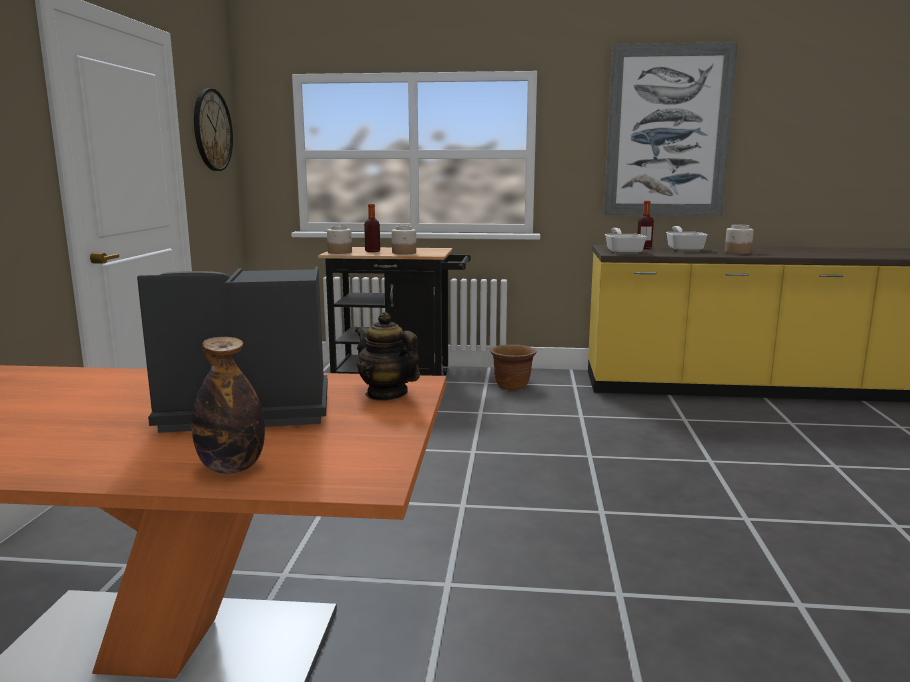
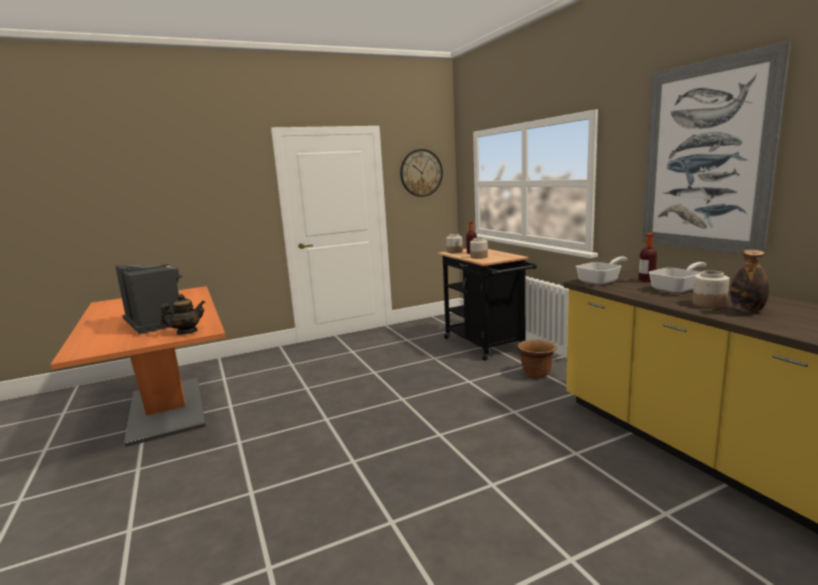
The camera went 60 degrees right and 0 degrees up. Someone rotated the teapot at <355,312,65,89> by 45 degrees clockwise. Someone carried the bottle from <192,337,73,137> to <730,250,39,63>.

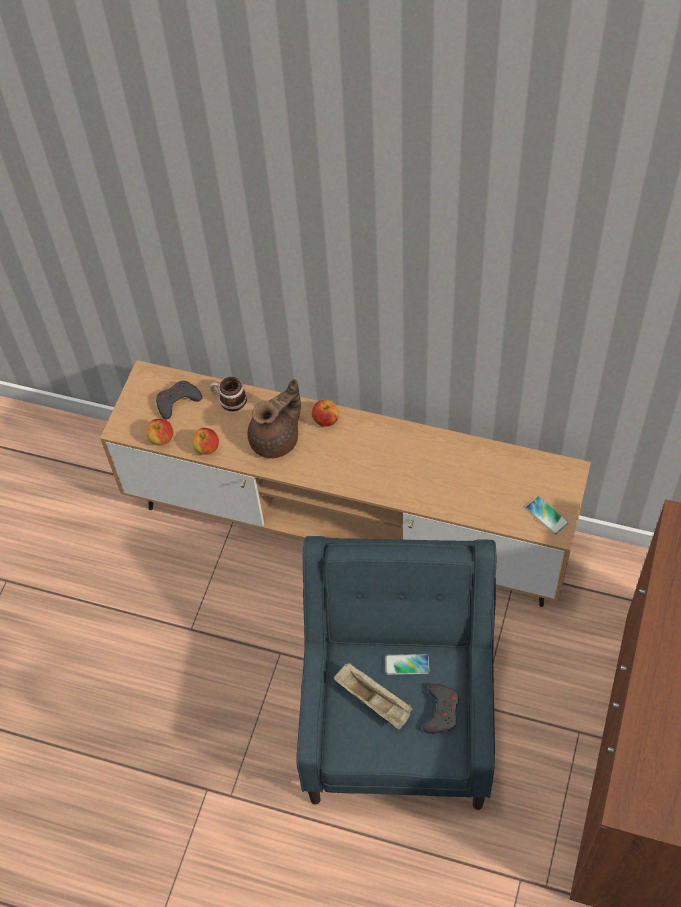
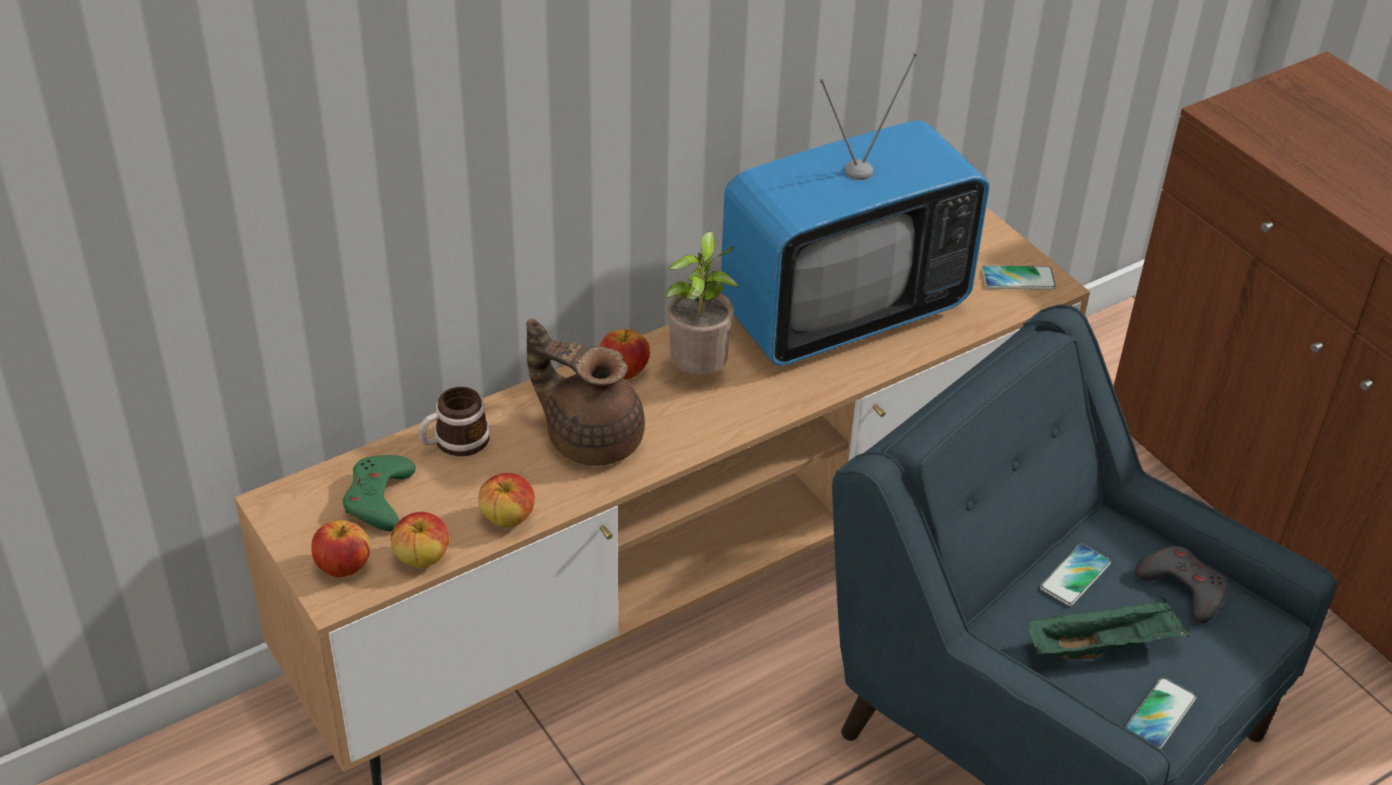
The camera went 55 degrees left and 15 degrees down. Someone rotated the teapot (brown) at <248,379,53,79> by 60 degrees counterclockwise. Someone repainted the game controller (grey) at <156,381,46,39>, which became the game controller (green) at <343,455,73,76>. Someone repainted the tray (beige) at <334,663,78,66>, which became the tray (green) at <1027,597,162,62>. Someone put down the television at <721,53,269,313>. Someone put down the potted plant at <666,231,73,144>. Someone put down the apple at <311,520,59,58>. Someone put down the phone at <1125,677,71,72>.

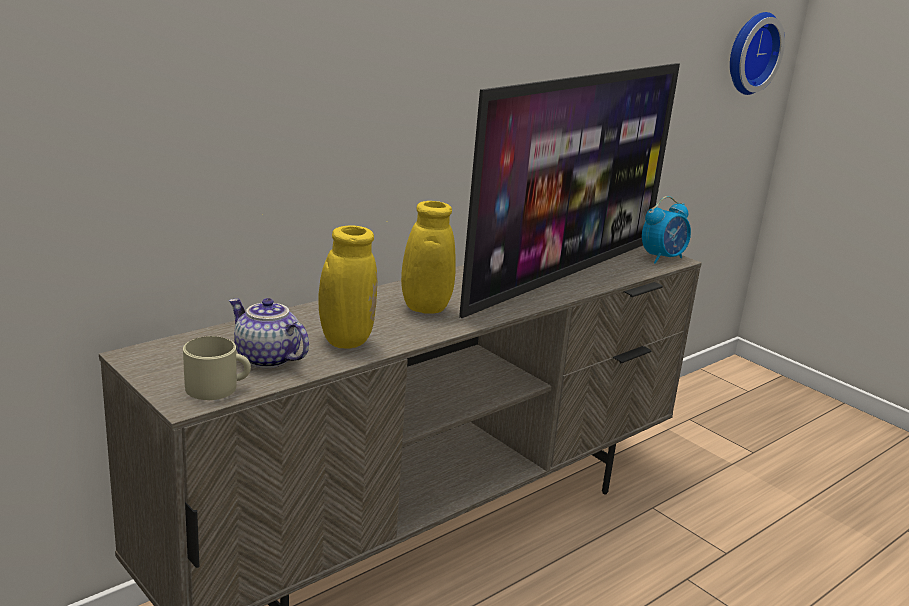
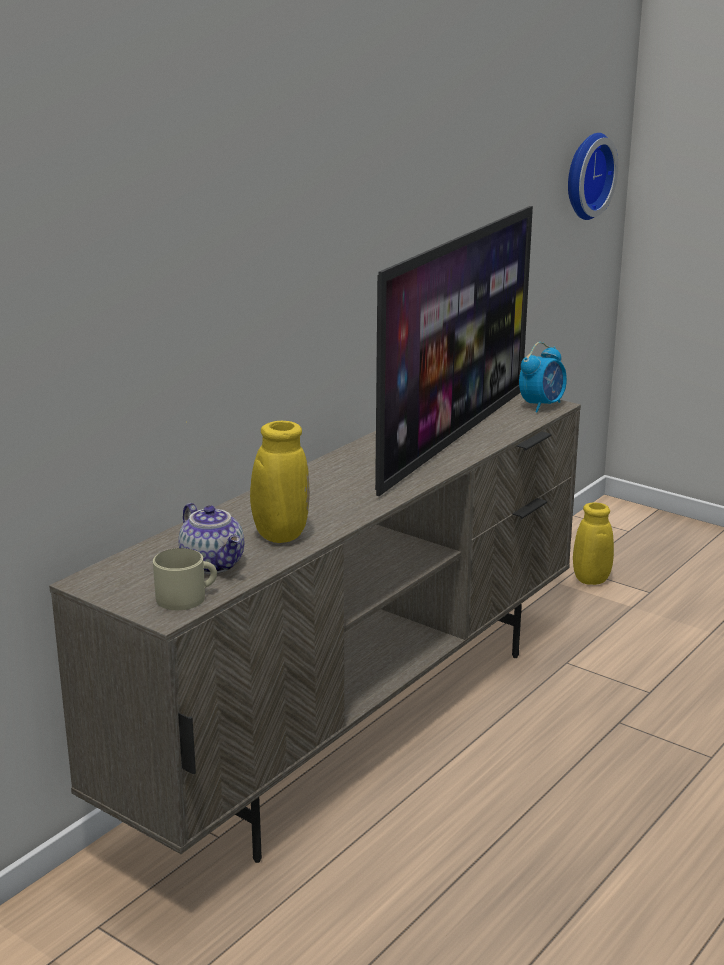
The camera went 10 degrees left and 0 degrees up. Someone carried the vase (yellow) from <386,201,70,113> to <573,502,41,83>. Someone rotated the teapot at <229,298,80,70> by 150 degrees counterclockwise.

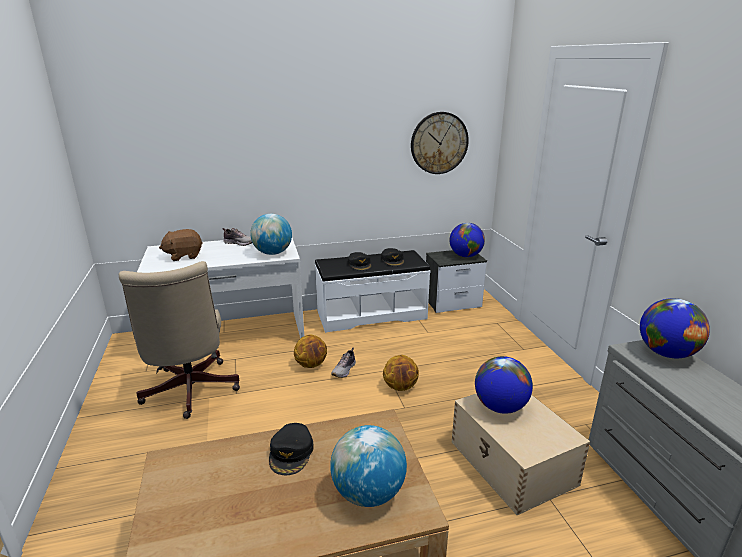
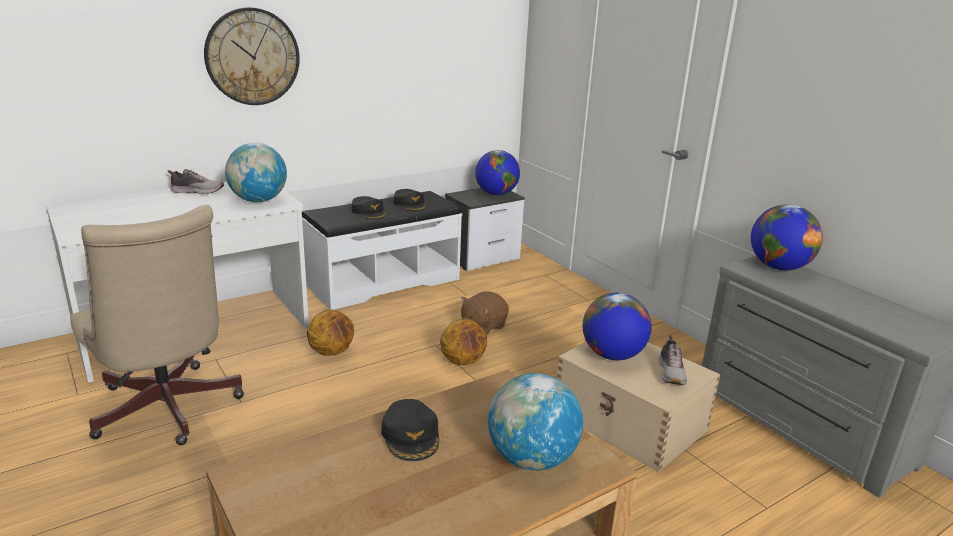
The camera went 20 degrees left and 0 degrees up. Someone carried the wall clock from <411,112,58,62> to <204,7,96,98>. Someone carried the plush toy (brown) from <159,229,44,32> to <461,291,48,44>. Someone carried the shoe from <331,348,25,30> to <659,335,28,50>.

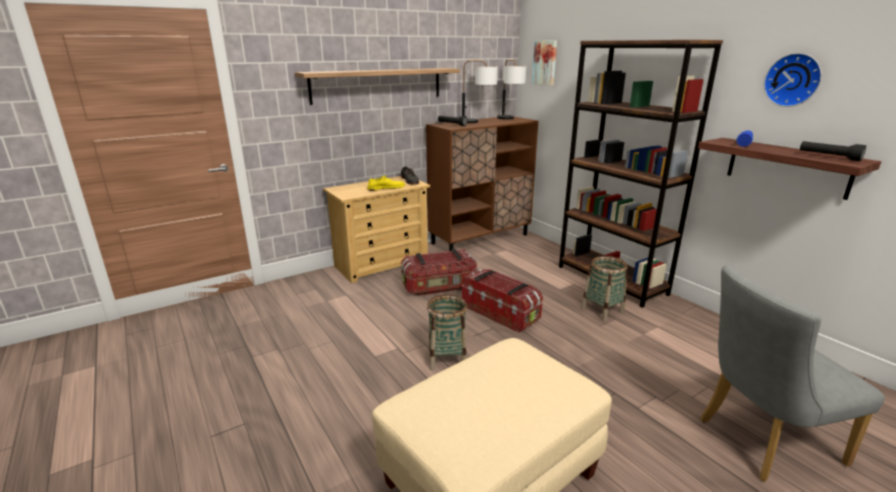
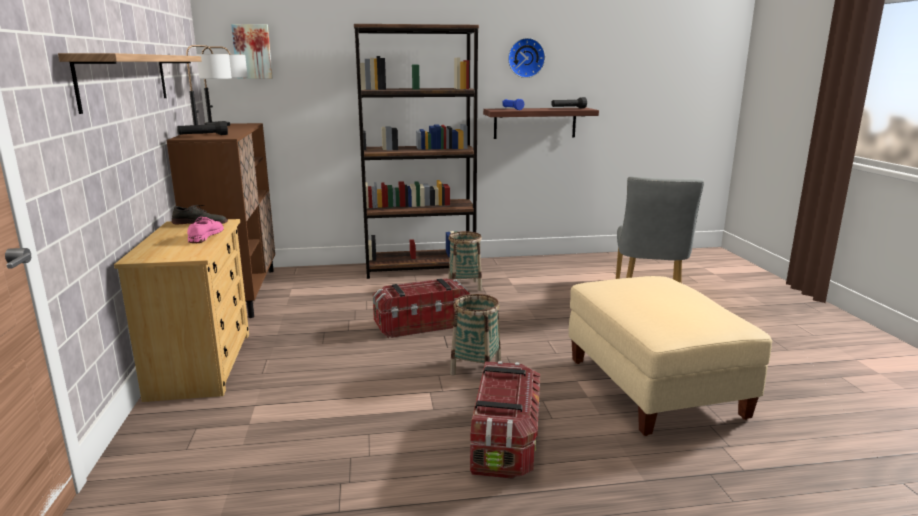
The camera went 65 degrees left and 5 degrees down. Someone repainted the shoe (yellow) at <367,176,38,15>, which became the shoe (pink) at <187,217,37,26>. Someone carried the storage box from <401,249,76,47> to <470,361,70,118>.

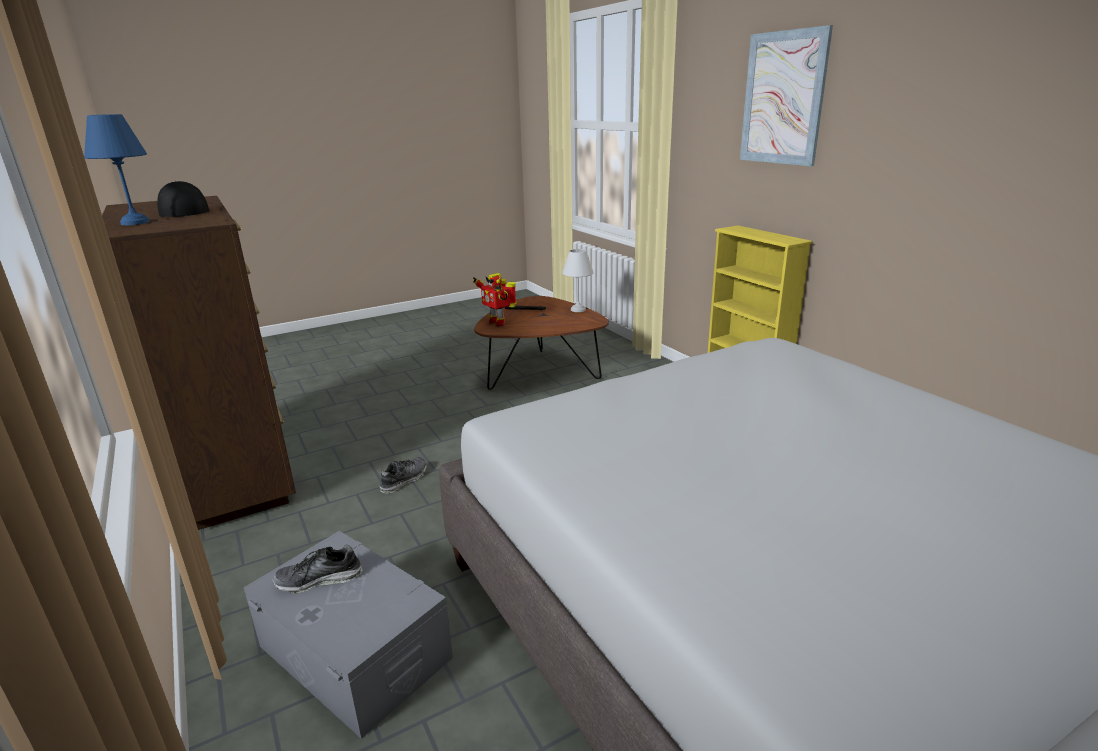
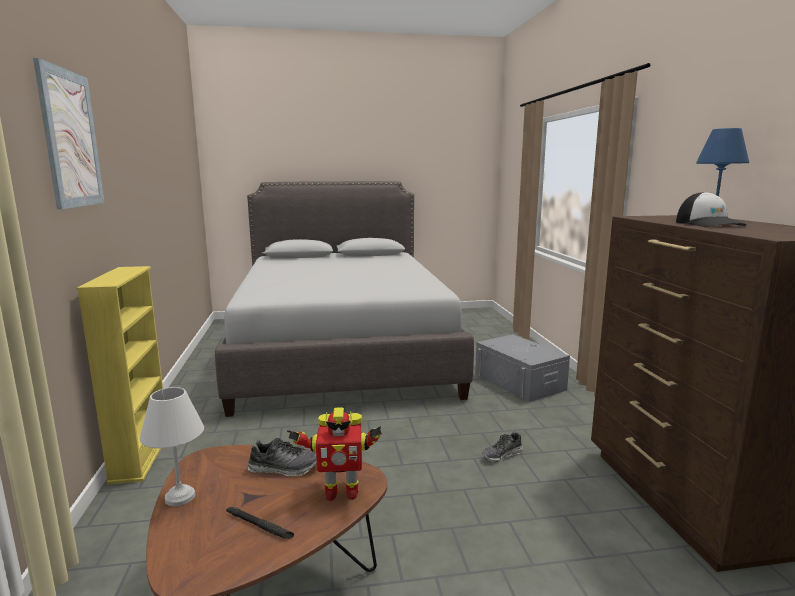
The camera went 160 degrees left and 10 degrees down. Someone rotated the toy robot at <473,273,43,54> by 105 degrees clockwise. Someone carried the shoe from <272,545,90,49> to <248,438,69,38>.

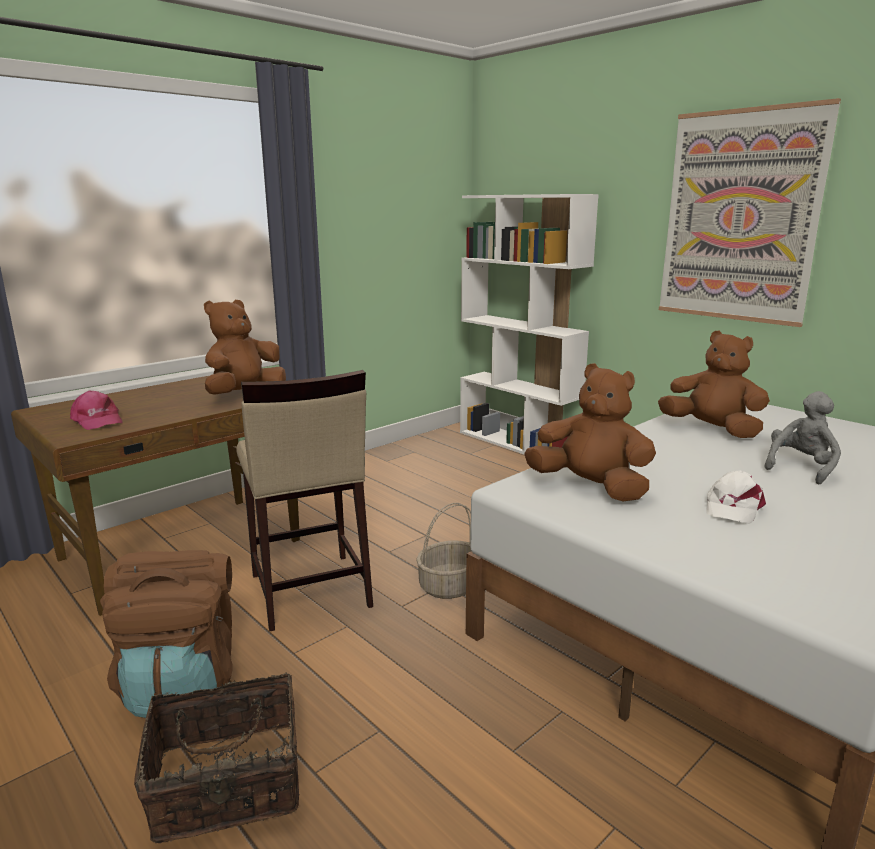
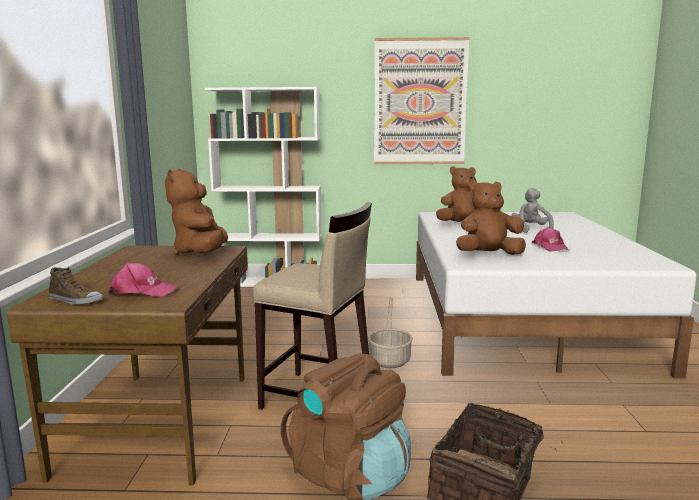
The camera went 45 degrees left and 5 degrees down. Someone repainted the cap (white) at <706,470,60,54>, which became the cap (pink) at <532,227,37,24>. Someone put down the shoe at <49,267,54,38>.

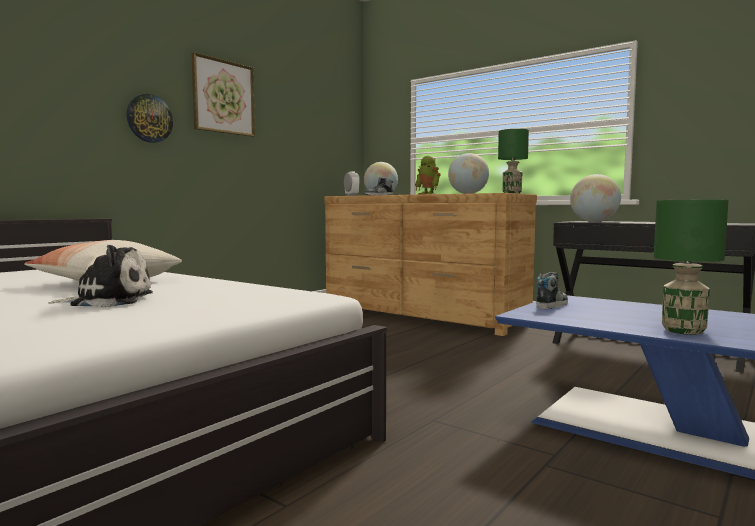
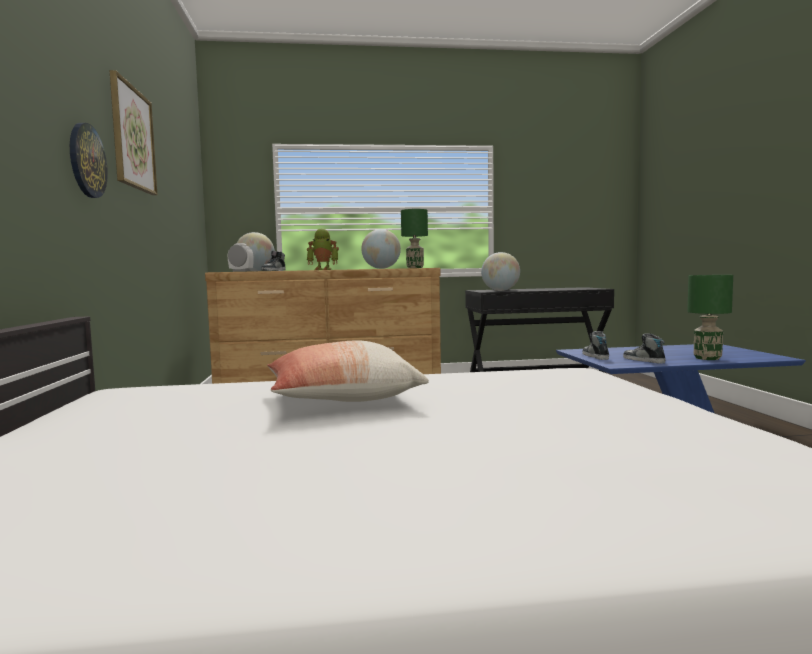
The camera went 45 degrees left and 0 degrees up. Someone took away the plush toy at <48,245,105,62>. Someone put down the shoe at <623,333,43,31>.

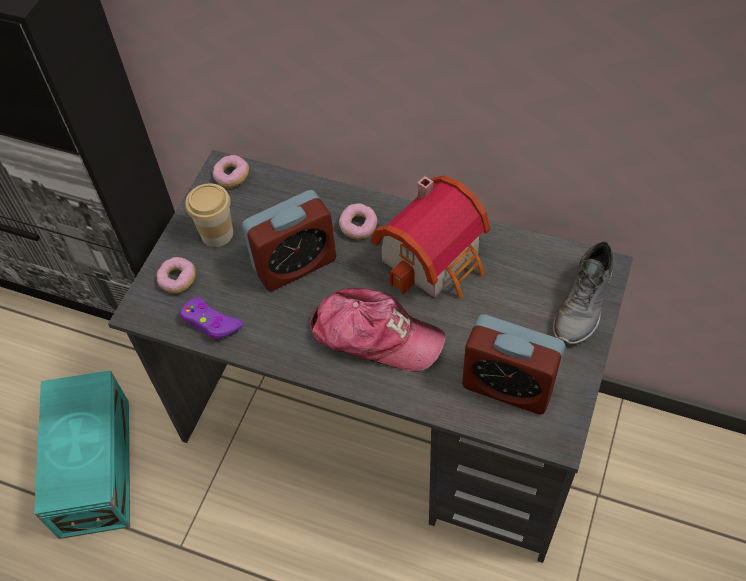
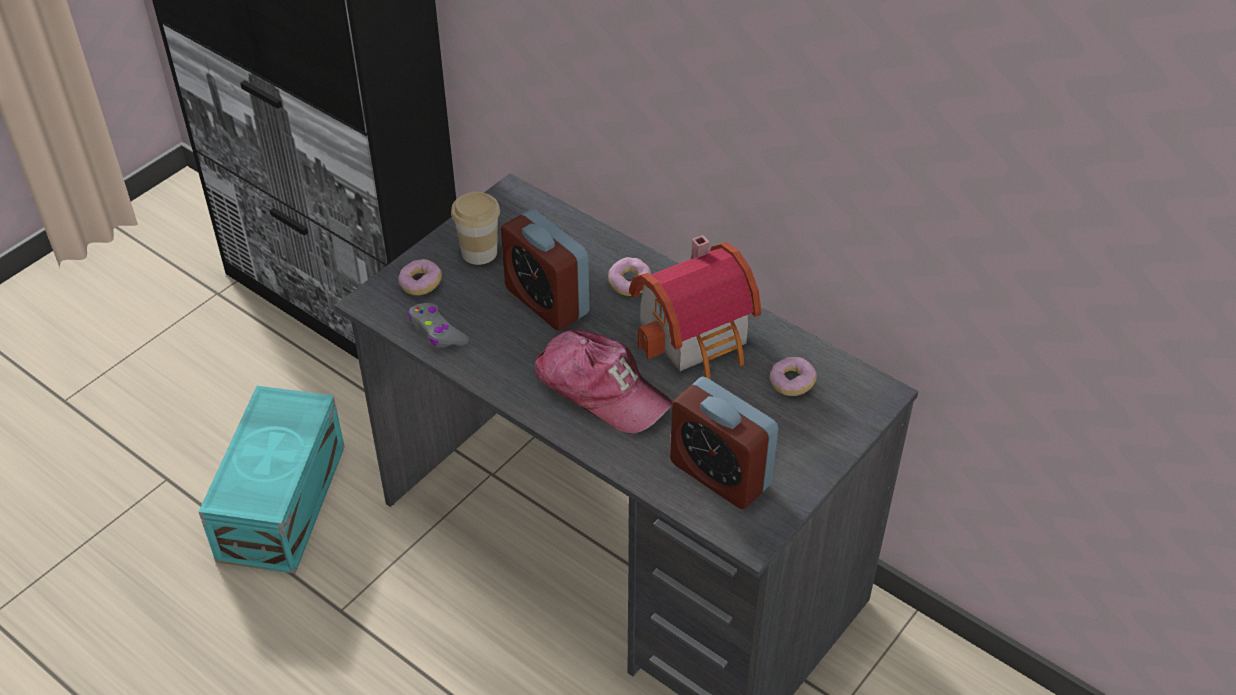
The camera went 15 degrees right and 10 degrees down. Someone carried the donut from <213,155,36,33> to <770,357,47,39>. Someone rotated the alarm clock at <242,190,94,101> by 60 degrees clockwise. Someone took away the shoe (grey) at <553,241,60,103>. Someone repainted the game controller (purple) at <180,297,63,42>, which became the game controller (grey) at <408,303,61,45>.

